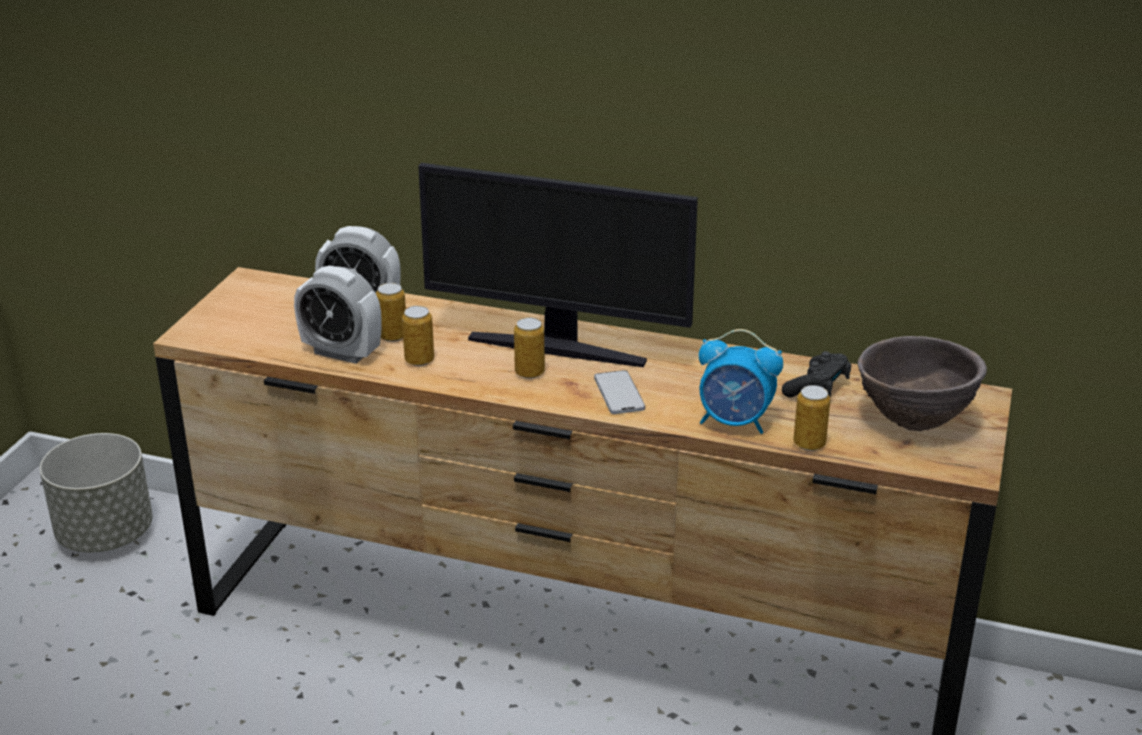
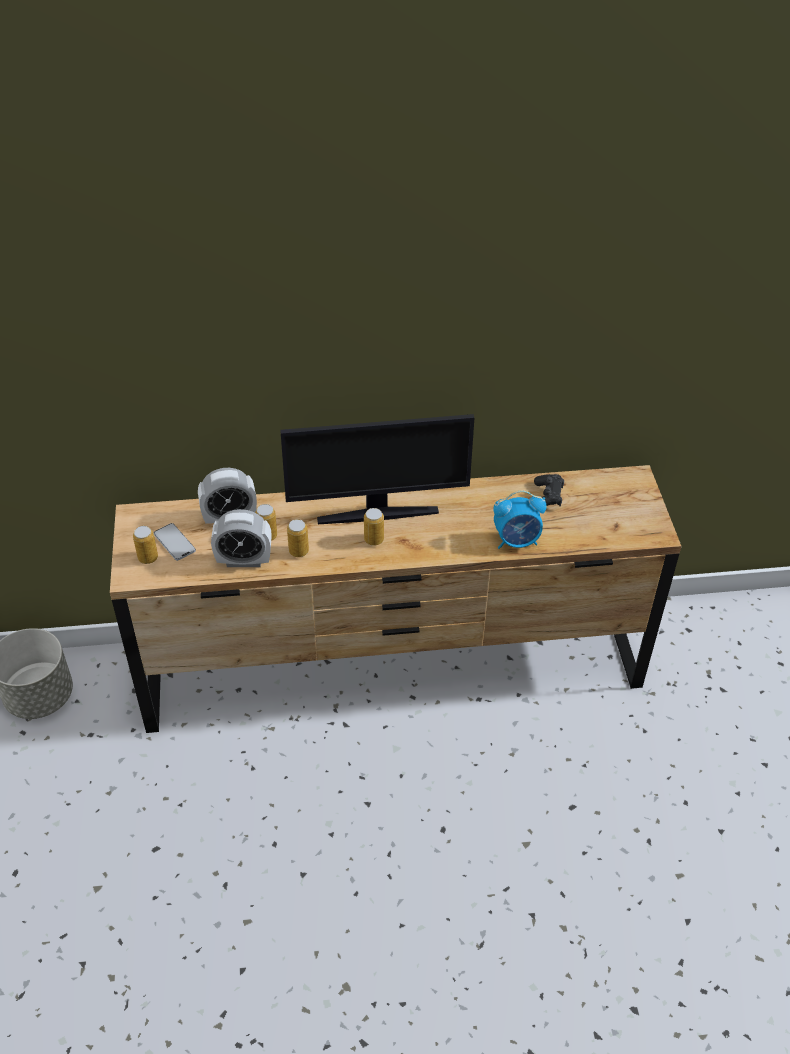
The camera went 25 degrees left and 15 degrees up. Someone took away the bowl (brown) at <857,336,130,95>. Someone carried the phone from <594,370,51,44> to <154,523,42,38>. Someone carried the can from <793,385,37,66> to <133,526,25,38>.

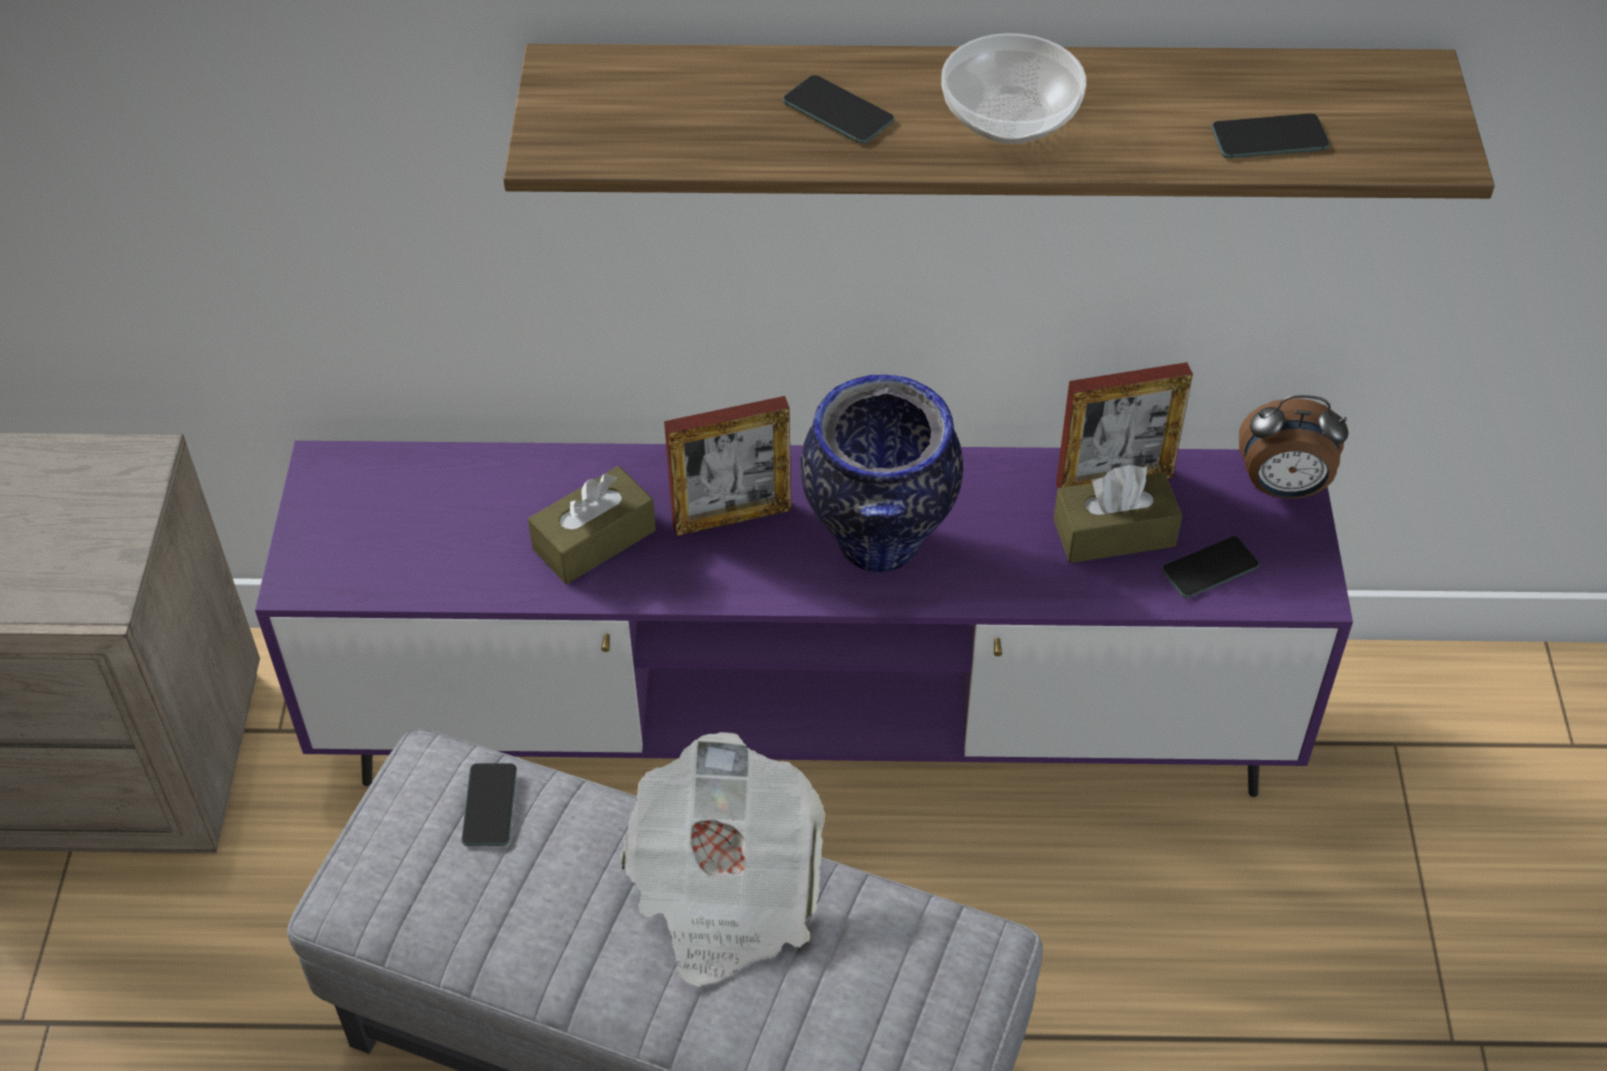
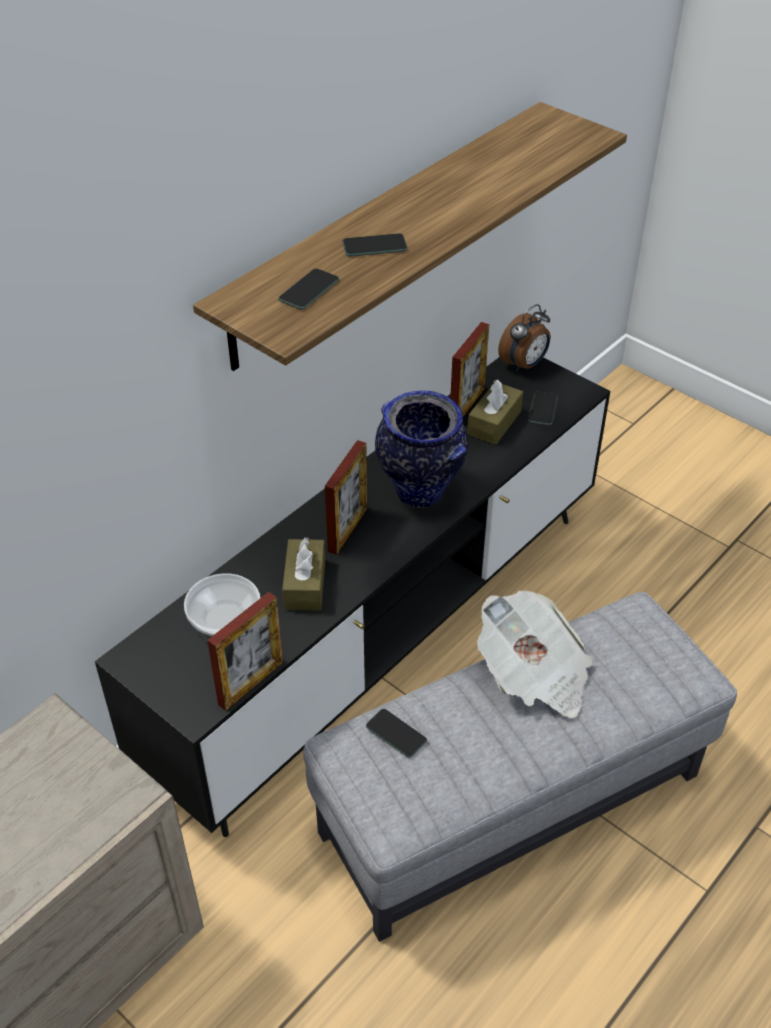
The camera went 50 degrees left and 5 degrees down. Someone carried the bowl from <941,33,145,111> to <184,573,76,63>. Someone carried the phone from <1211,113,119,45> to <278,269,61,41>. Someone repainted the tv stand (purple) at <255,441,1098,356>, which became the tv stand (black) at <95,357,515,480>. Someone put down the picture frame at <207,592,76,119>.

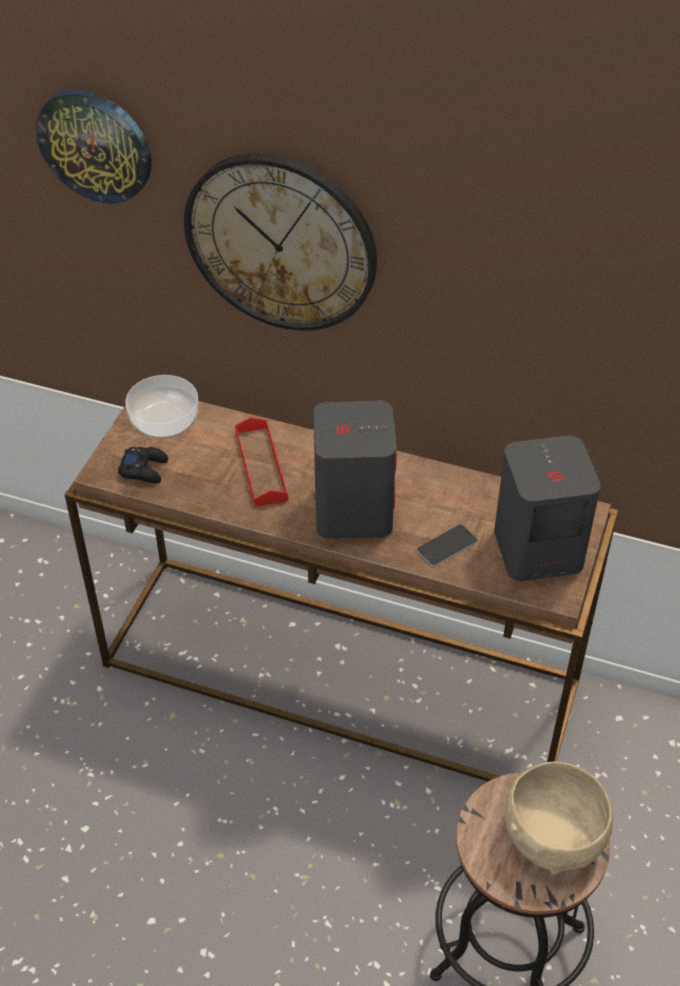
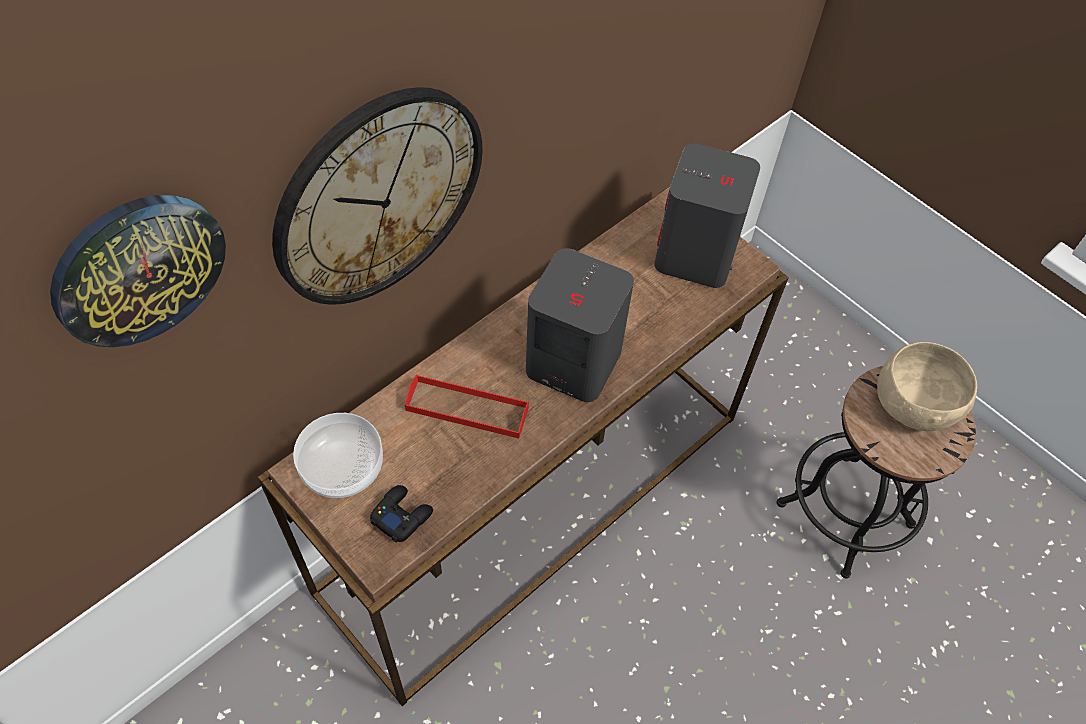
The camera went 65 degrees left and 10 degrees up. Someone took away the phone at <416,524,62,43>.

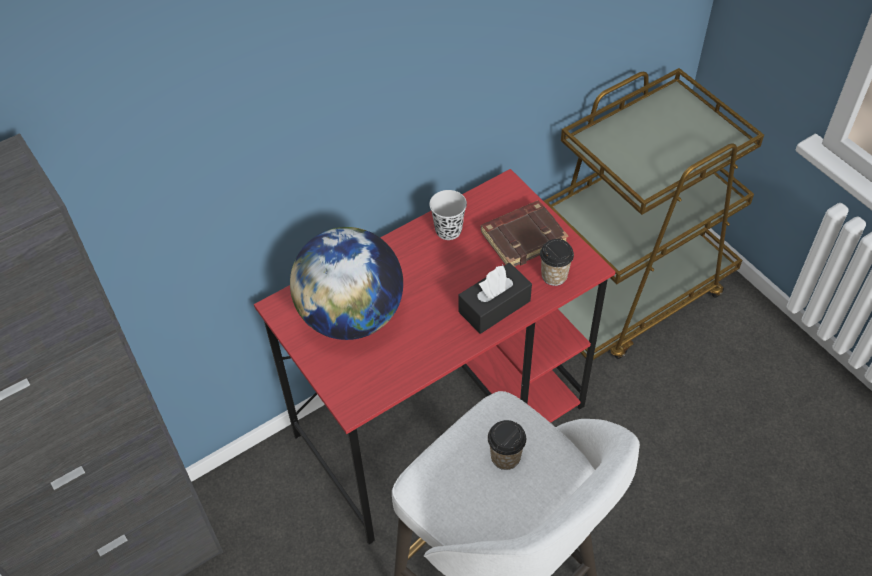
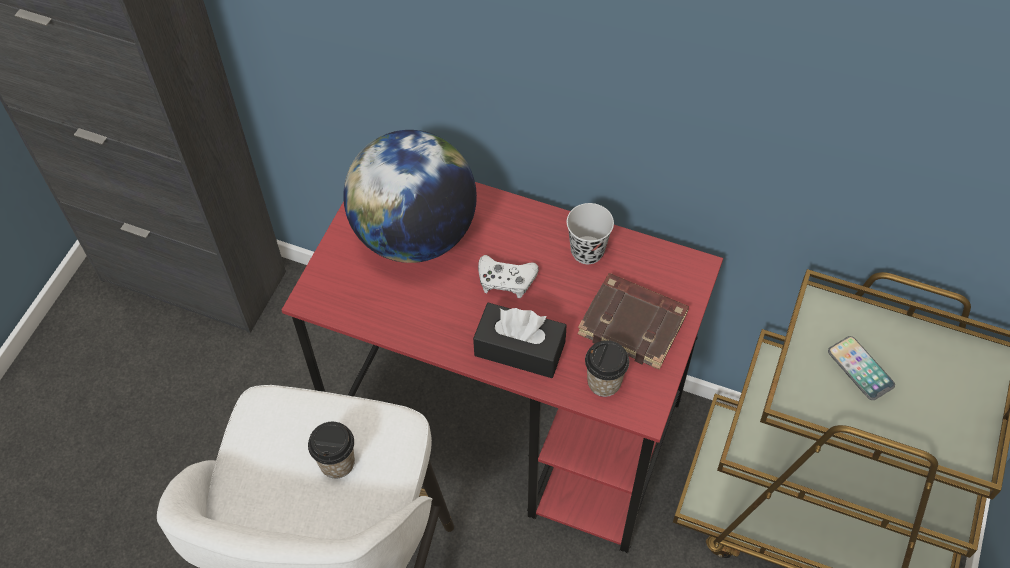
The camera went 55 degrees right and 5 degrees up. Someone put down the game controller (white) at <478,255,61,43>. Someone put down the phone at <828,336,67,64>.

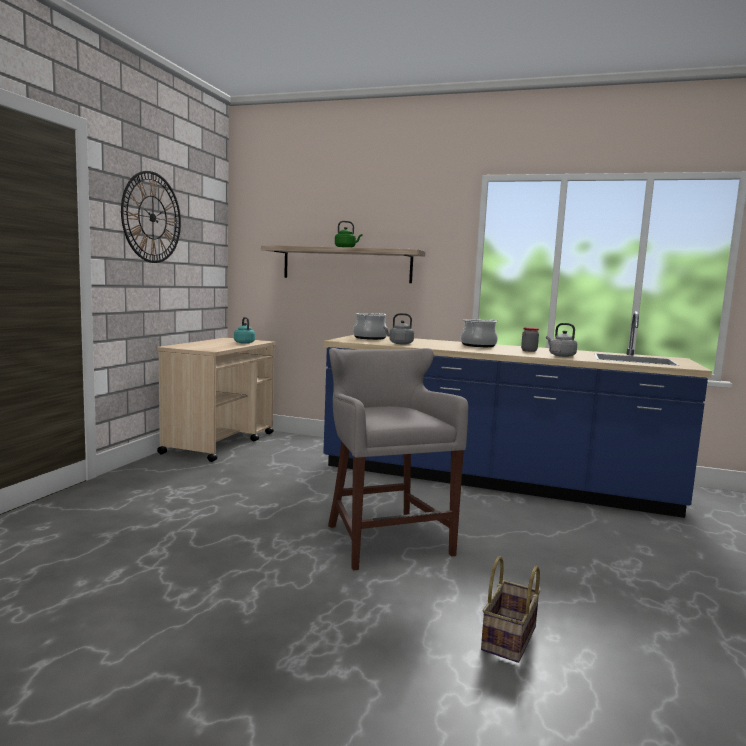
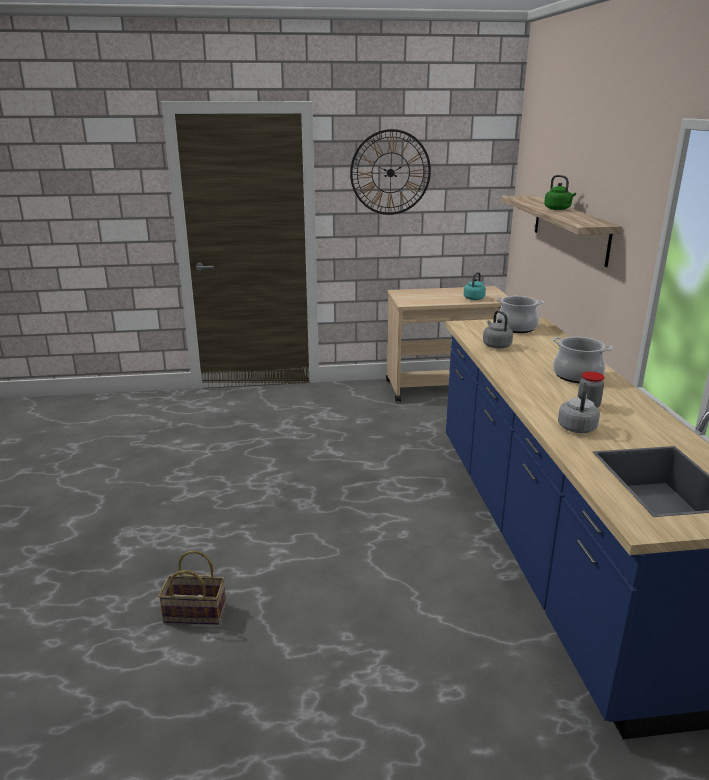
The camera went 65 degrees right and 15 degrees up. Someone took away the stool (grey) at <328,348,140,223>.

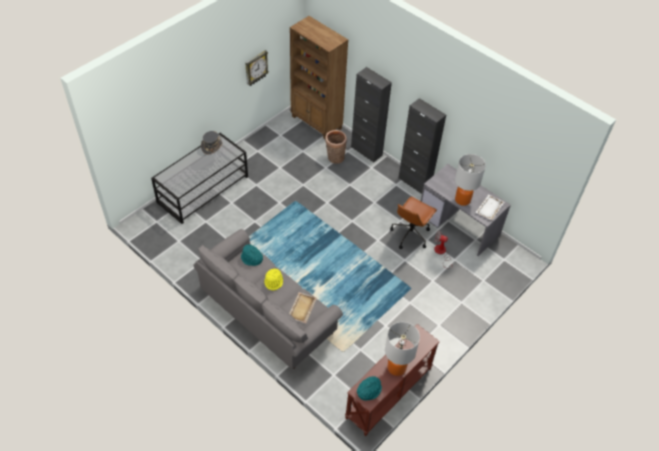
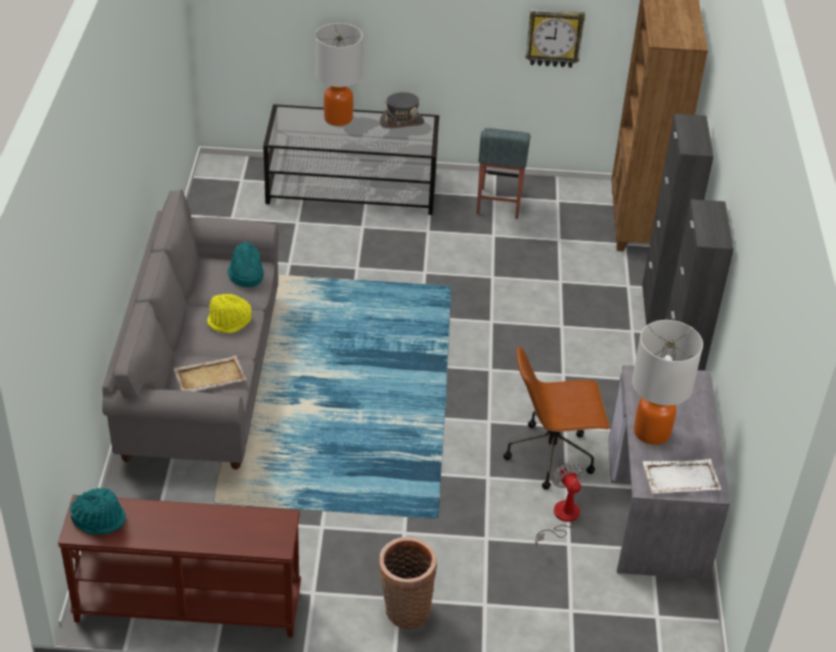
The camera went 50 degrees right and 10 degrees down. Someone carried the basket from <325,130,22,34> to <379,537,58,92>. Someone carried the table lamp from <385,322,35,54> to <315,23,48,103>. Someone put down the stool (grey) at <477,128,53,91>.

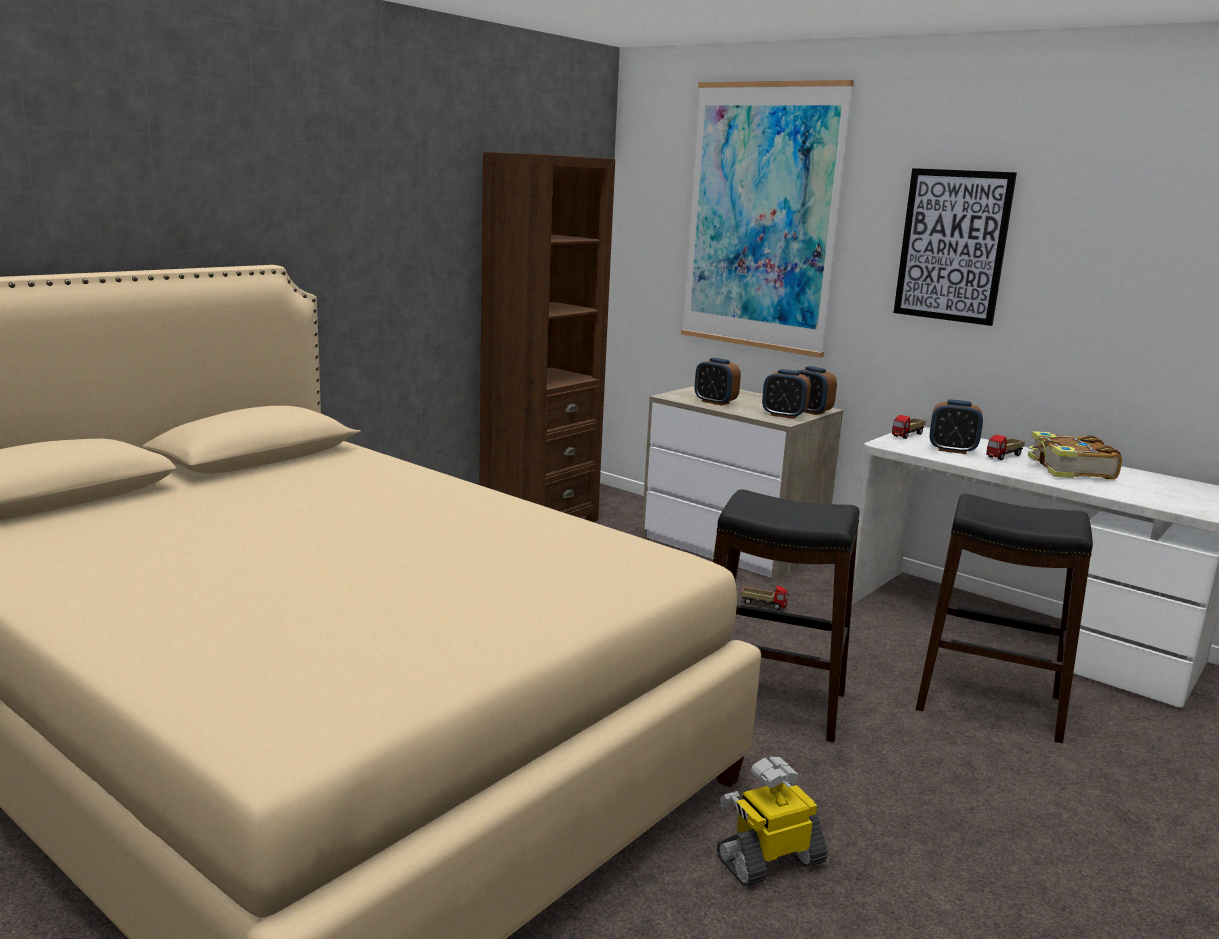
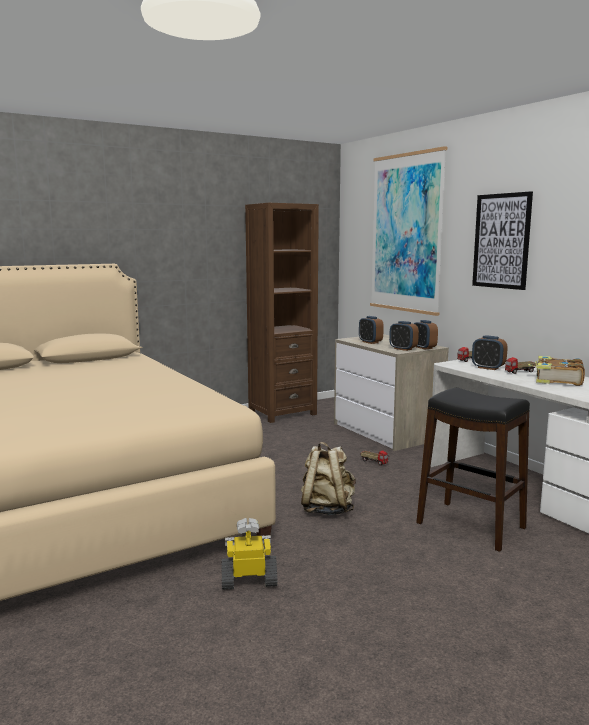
The camera went 20 degrees right and 5 degrees down. Someone swapped the stool (black) at <713,489,147,253> for the backpack (beige) at <301,442,55,73>.

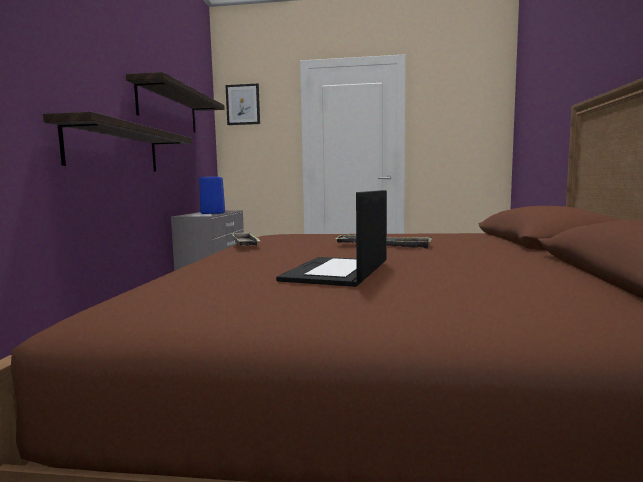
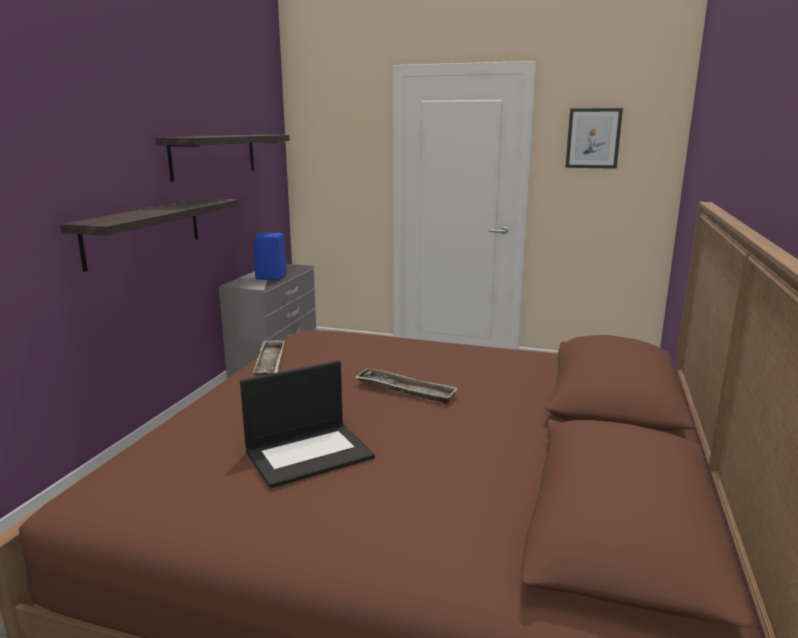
The camera went 10 degrees right and 10 degrees up. Someone carried the picture from <225,84,35,41> to <565,108,58,61>. Someone rotated the laptop at <276,190,111,97> by 150 degrees counterclockwise.

